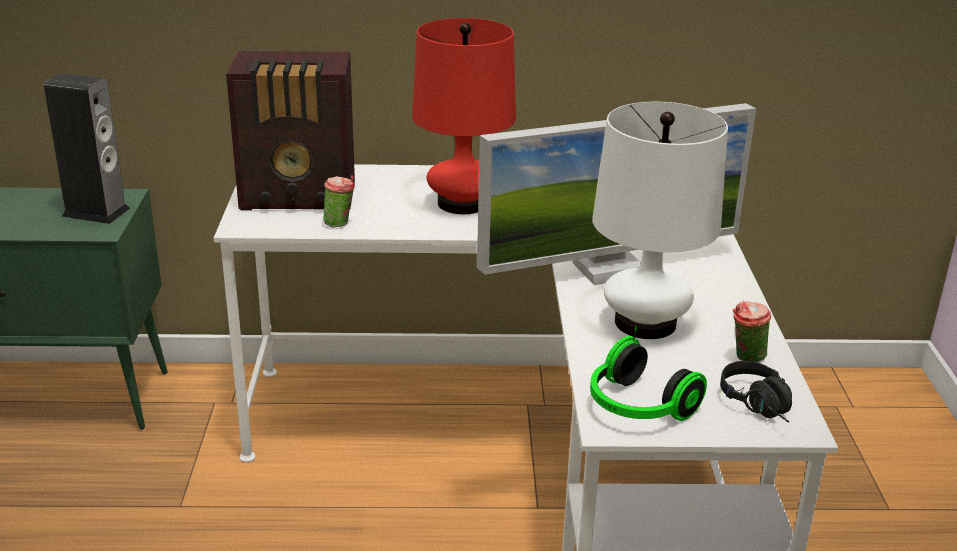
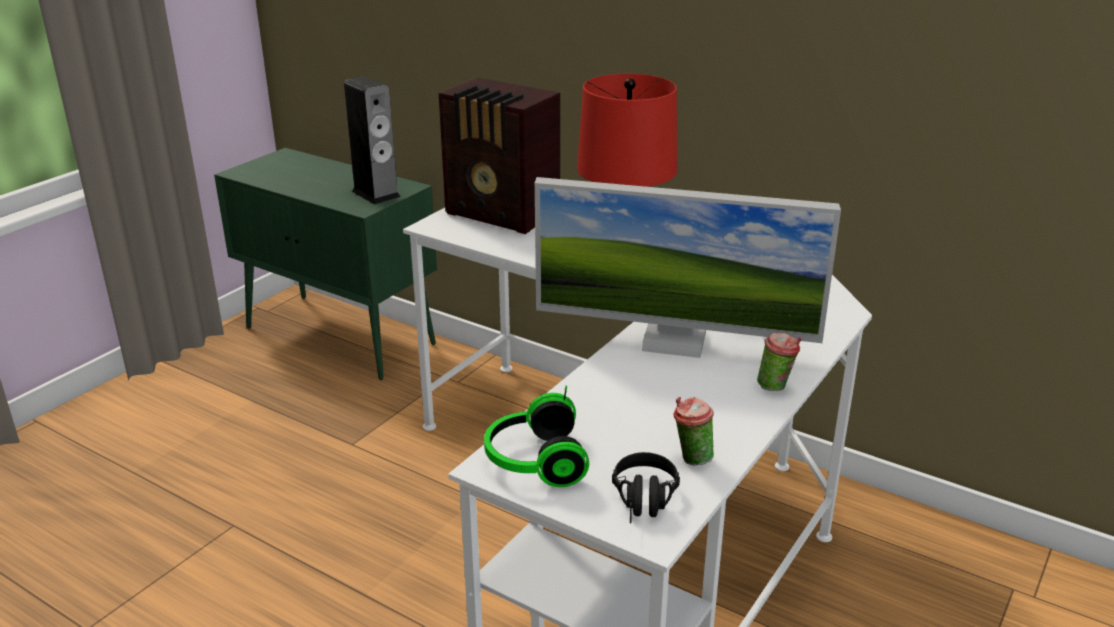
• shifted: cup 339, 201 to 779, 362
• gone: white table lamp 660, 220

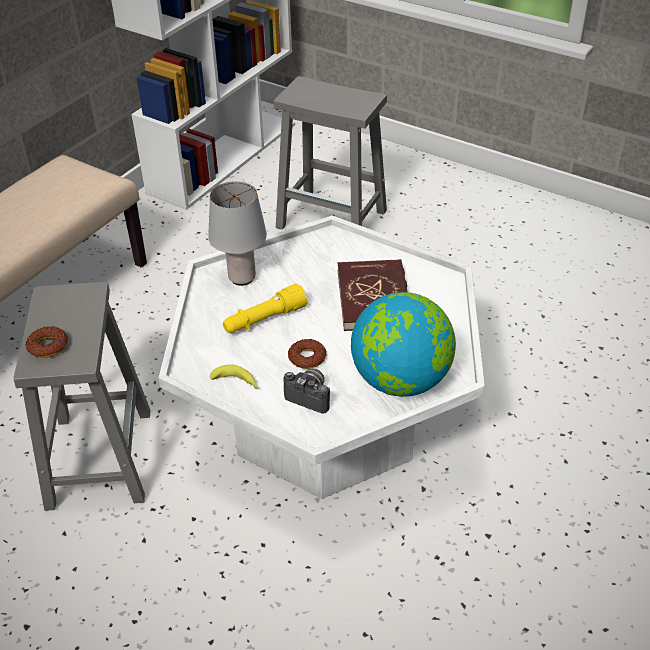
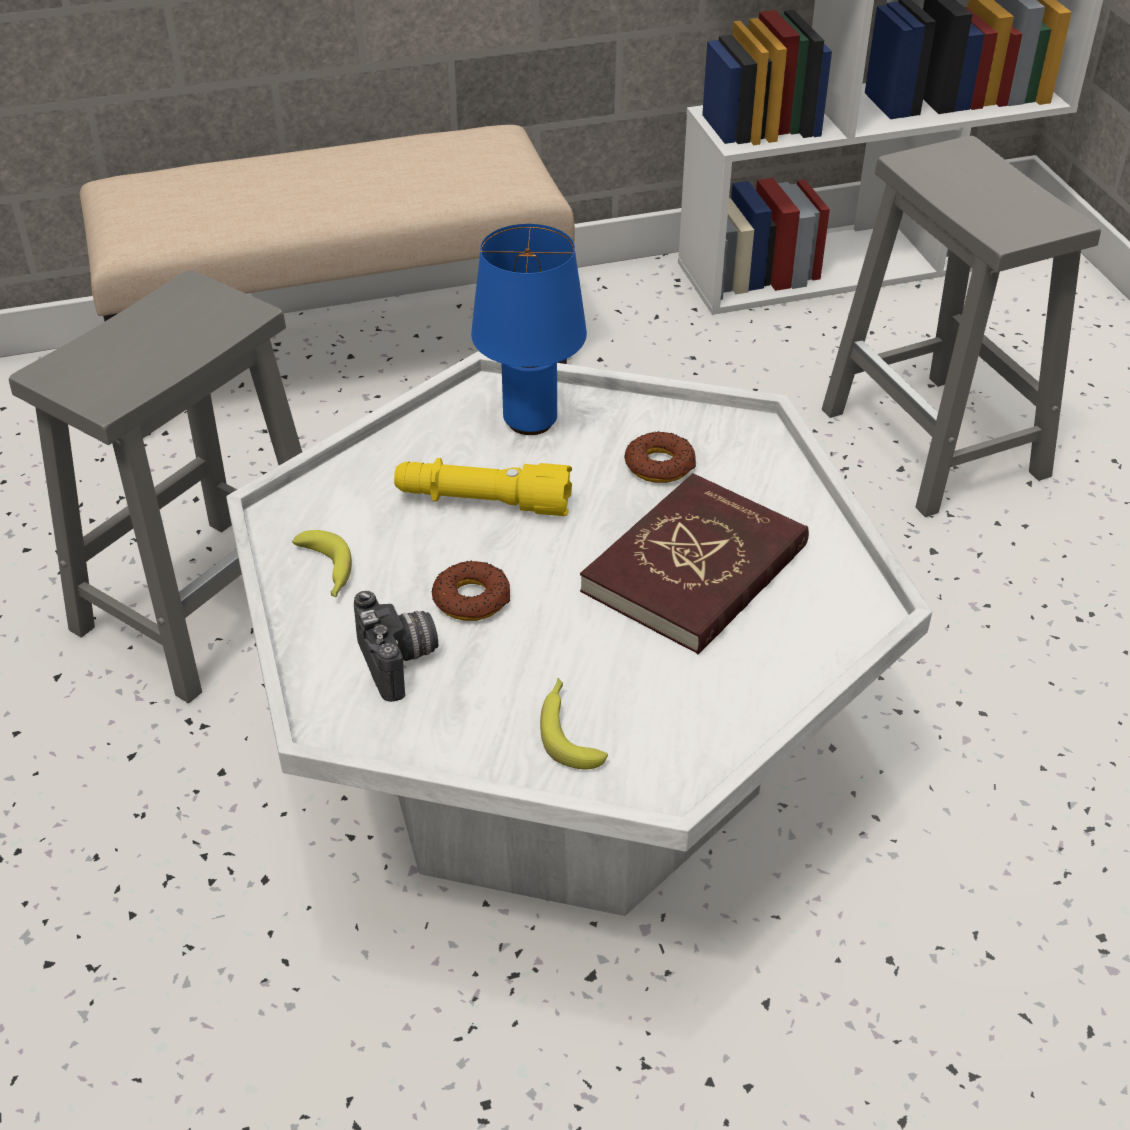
• shifted: donut 46, 342 to 660, 457
• repainted: grey table lamp 237, 233 to blue table lamp 529, 329
• swapped: globe 403, 344 to banana 574, 723

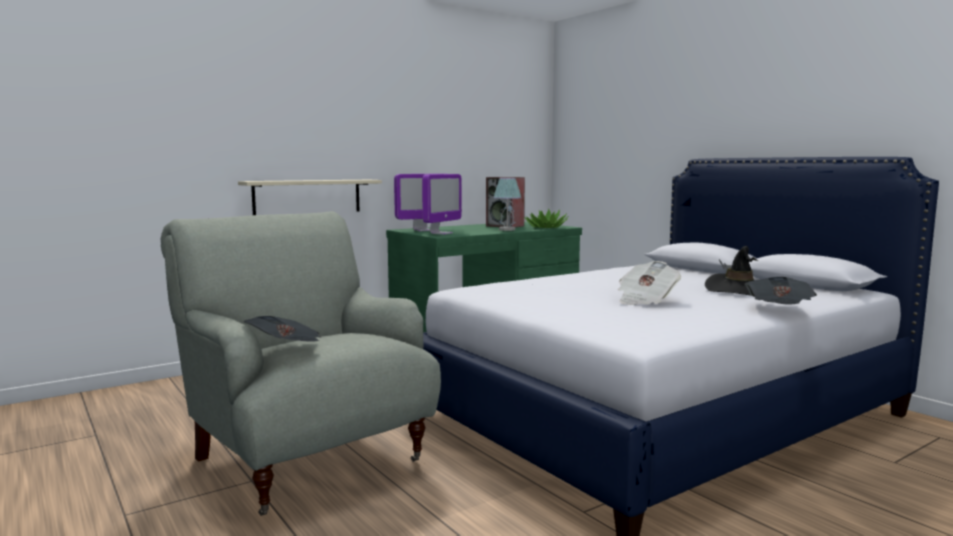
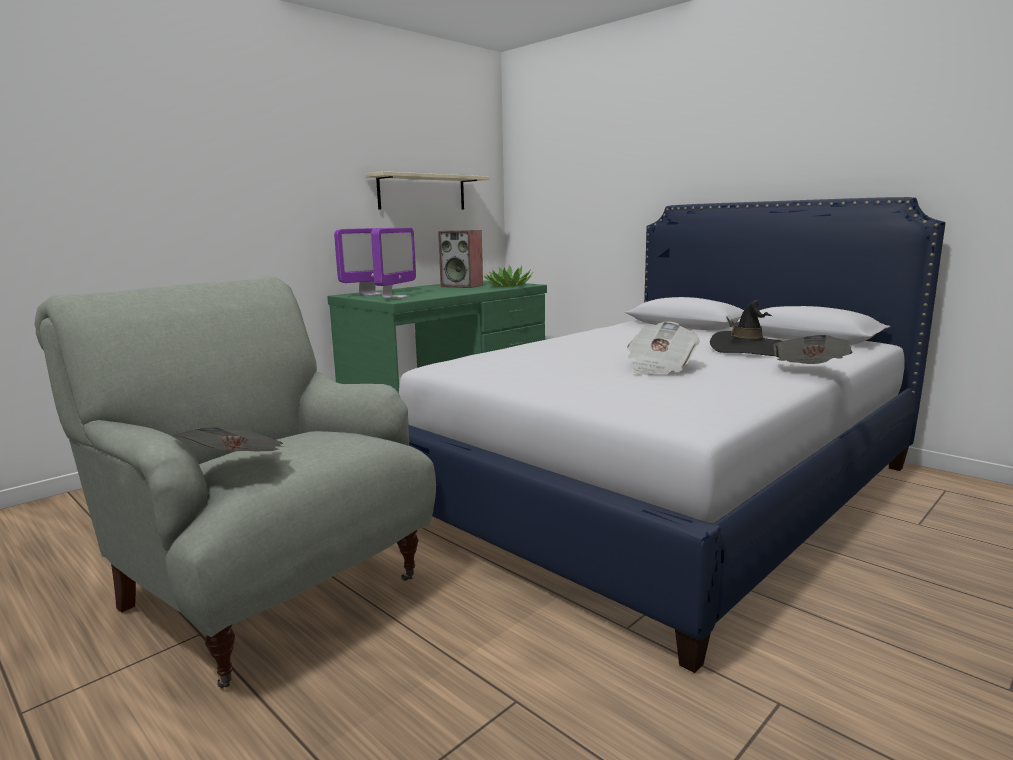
• shifted: beige shelf 310, 197 to 427, 190
• gone: table lamp 507, 204

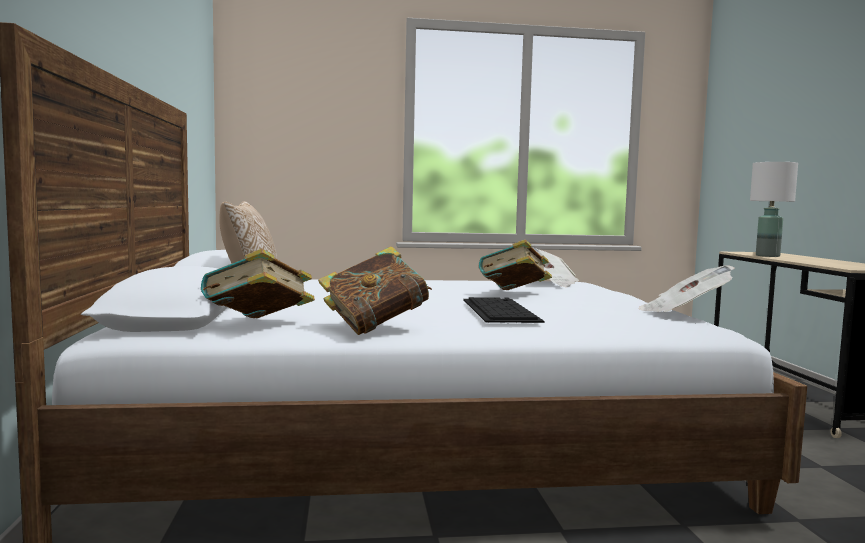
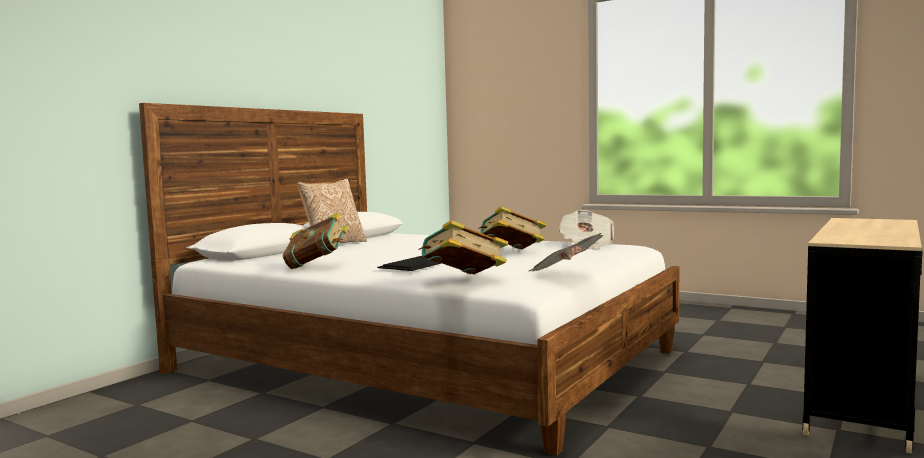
• shifted: book 258, 283 to 463, 247
• gone: white table lamp 774, 209

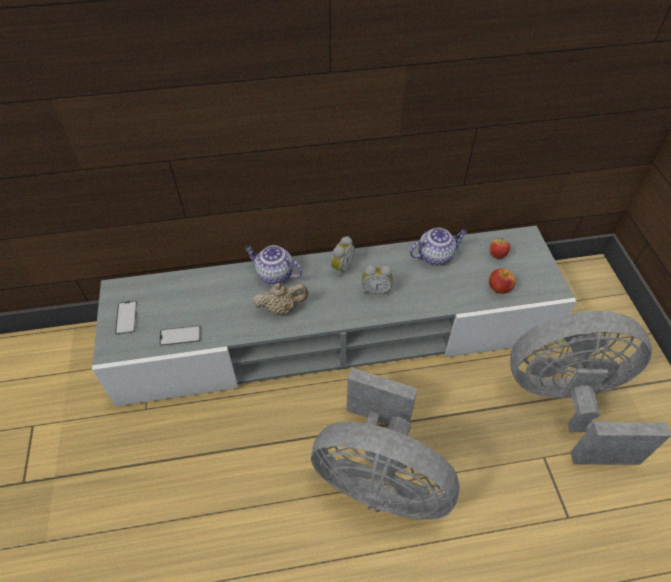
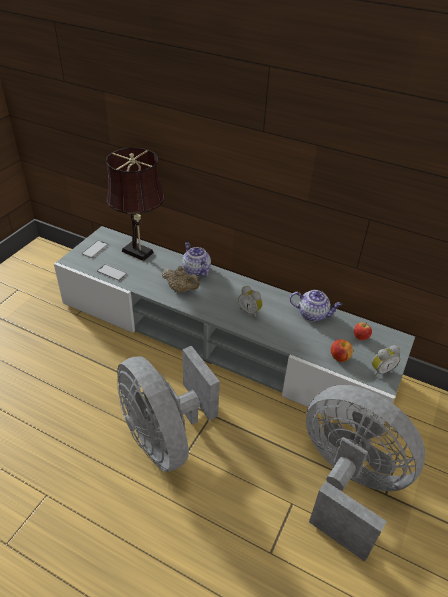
• shifted: alarm clock 342, 256 to 386, 361
• new: brown table lamp 135, 204

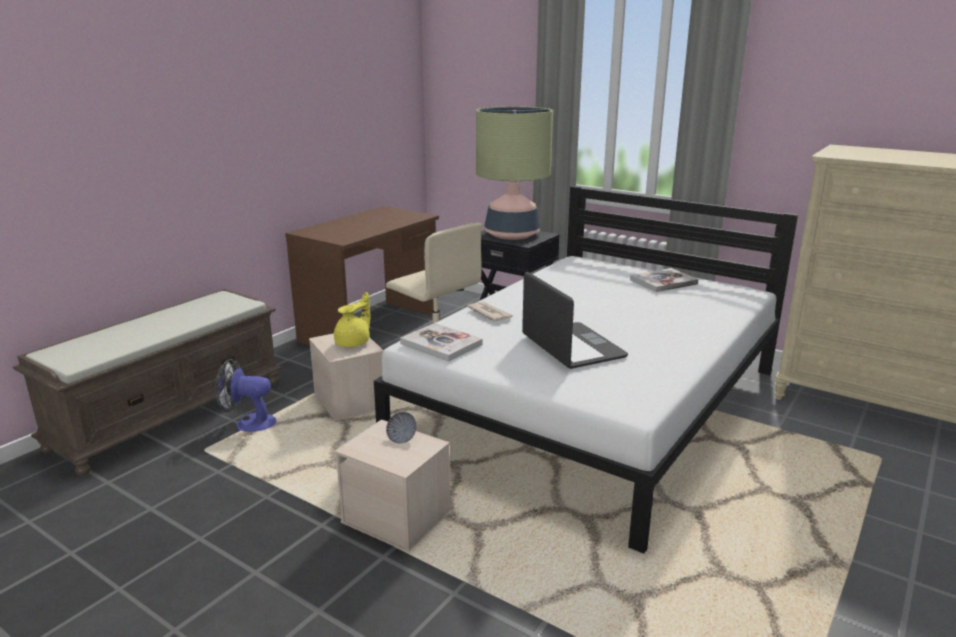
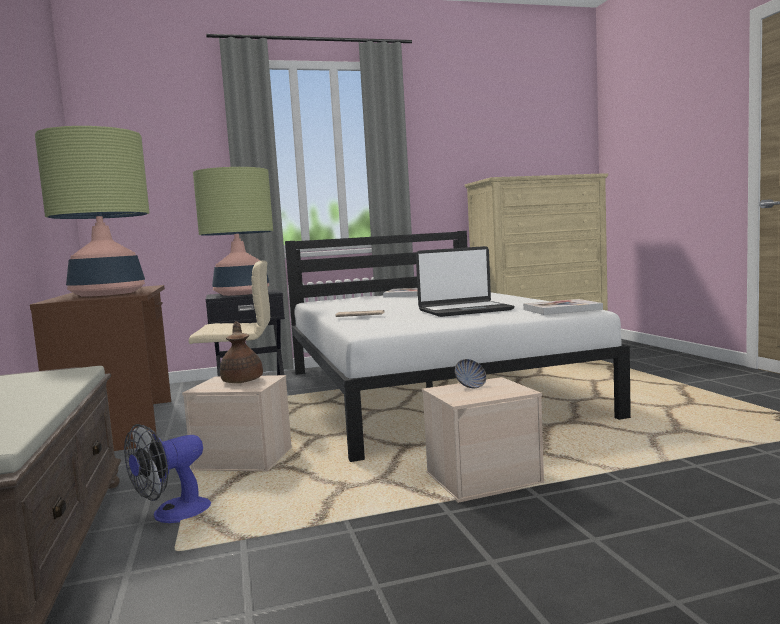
• repainted: yellow teapot 352, 319 to brown teapot 241, 352
• shifted: book 441, 342 to 563, 307
• rotated: laptop 575, 320 = 465, 281 150 degrees clockwise
• new: table lamp 92, 211

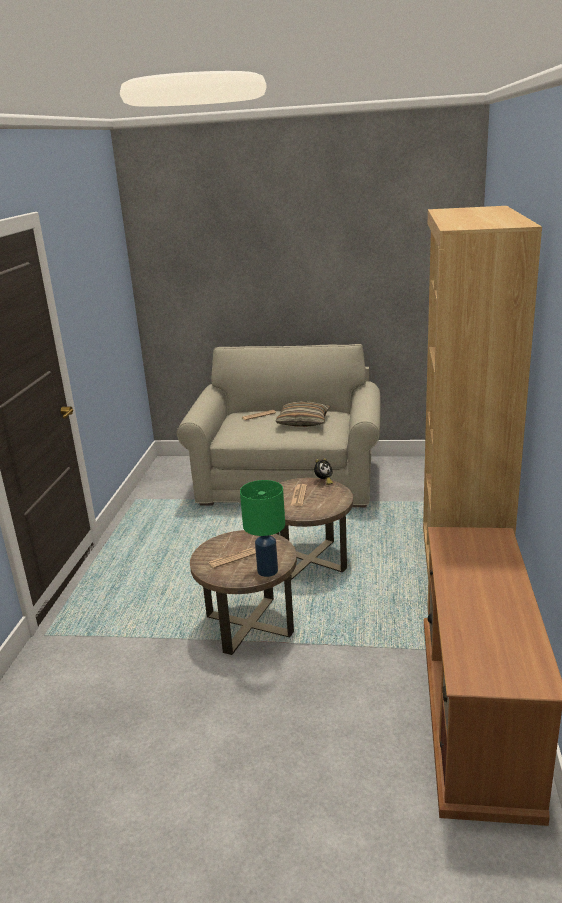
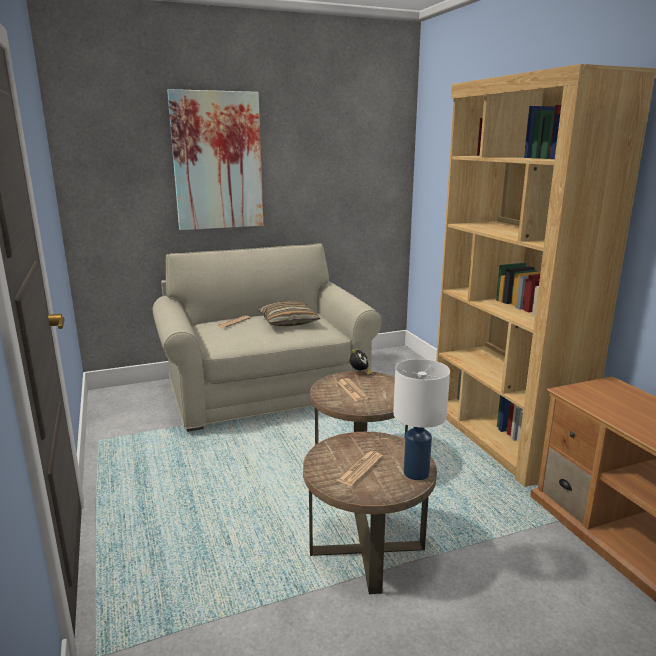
• repainted: green table lamp 262, 528 to white table lamp 421, 419
• new: picture 215, 159

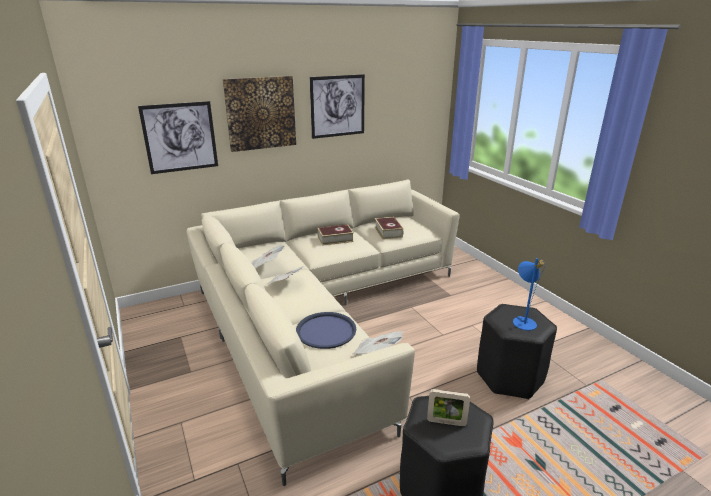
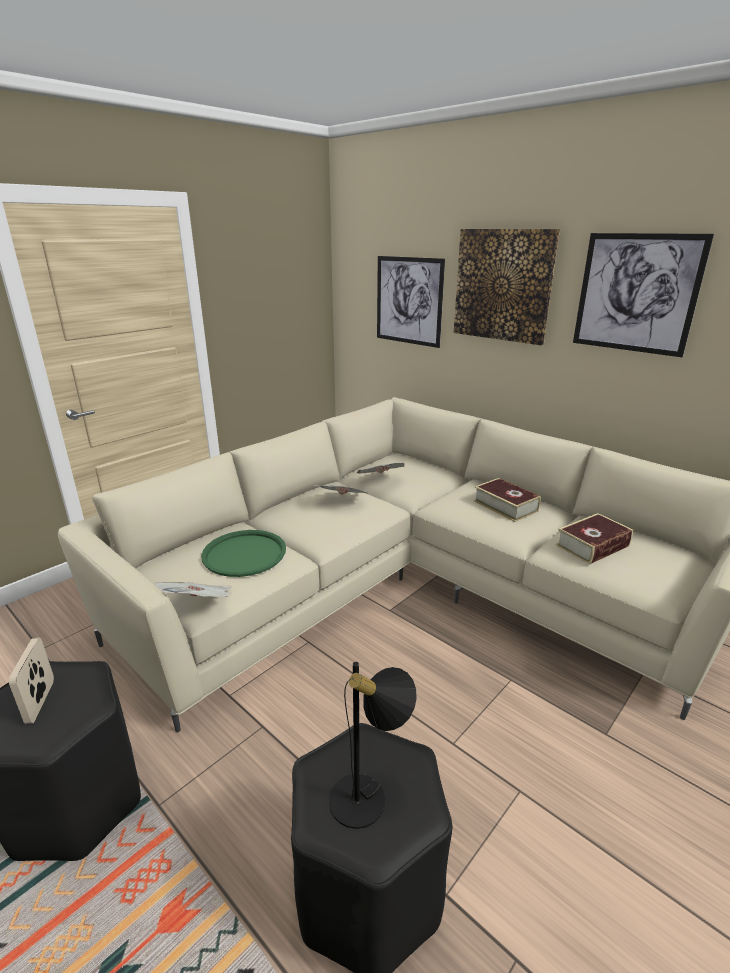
• repainted: blue tray 326, 330 to green tray 243, 553
• repainted: blue table lamp 529, 294 to black table lamp 373, 745

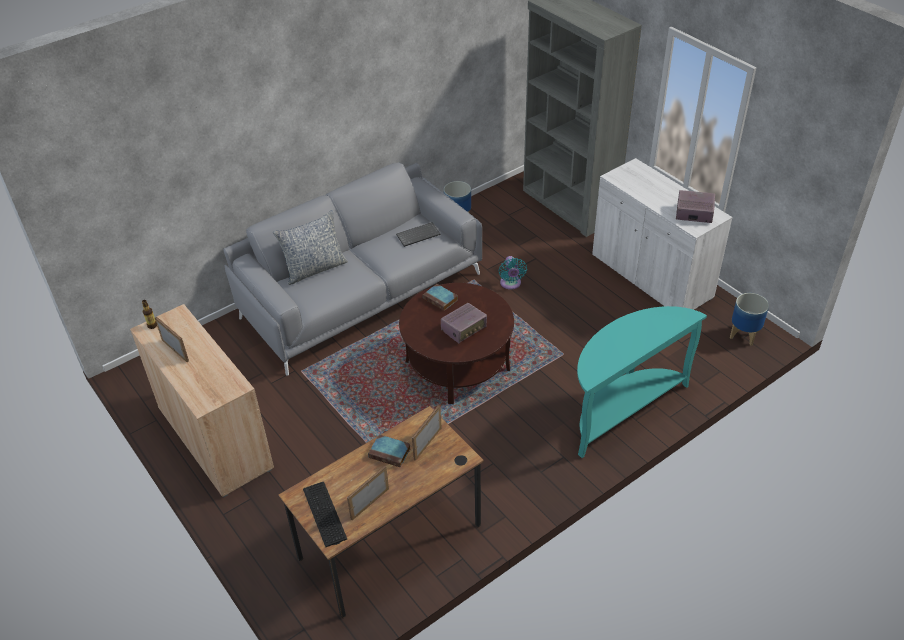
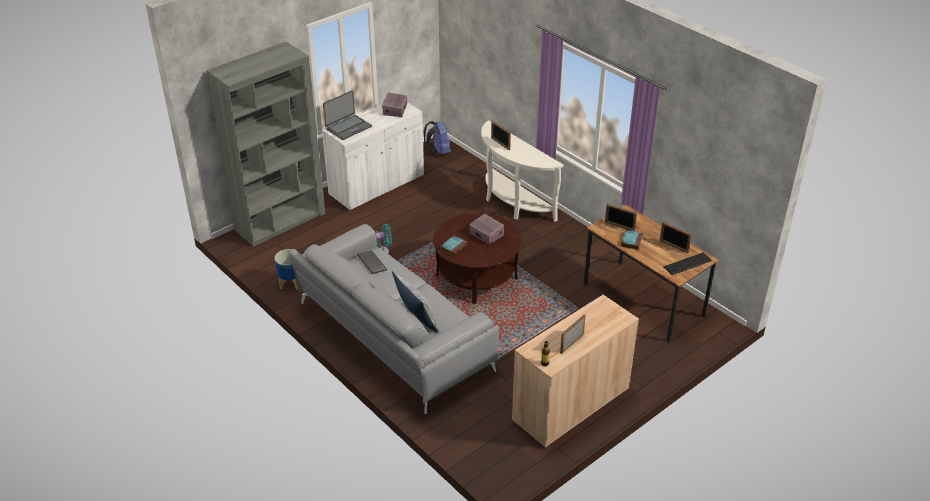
• repainted: turquoise console table 642, 382 to white console table 522, 171
• swapped: planter 749, 319 to blue backpack 437, 138
• new: laptop 347, 115
• new: picture frame 501, 135

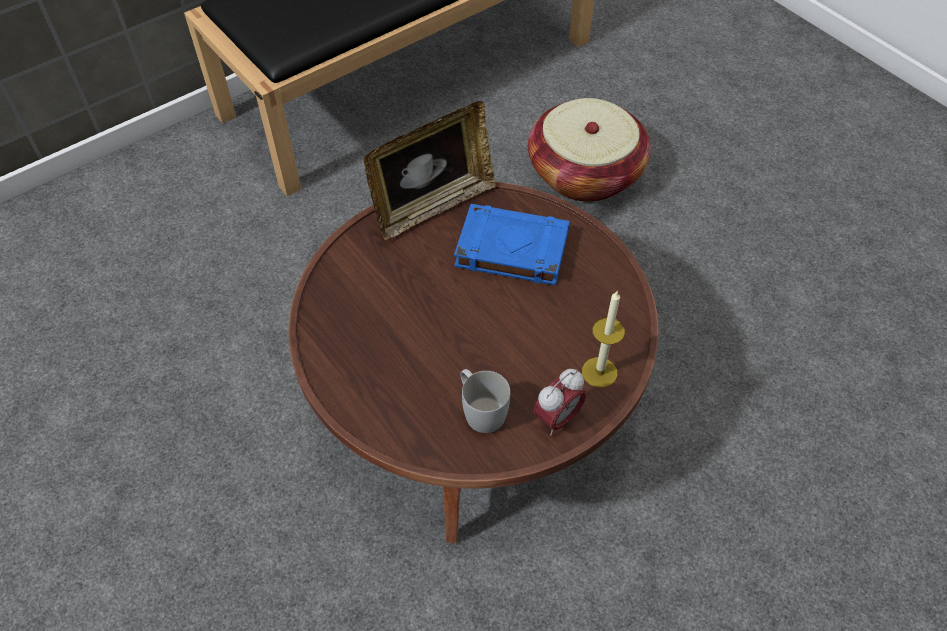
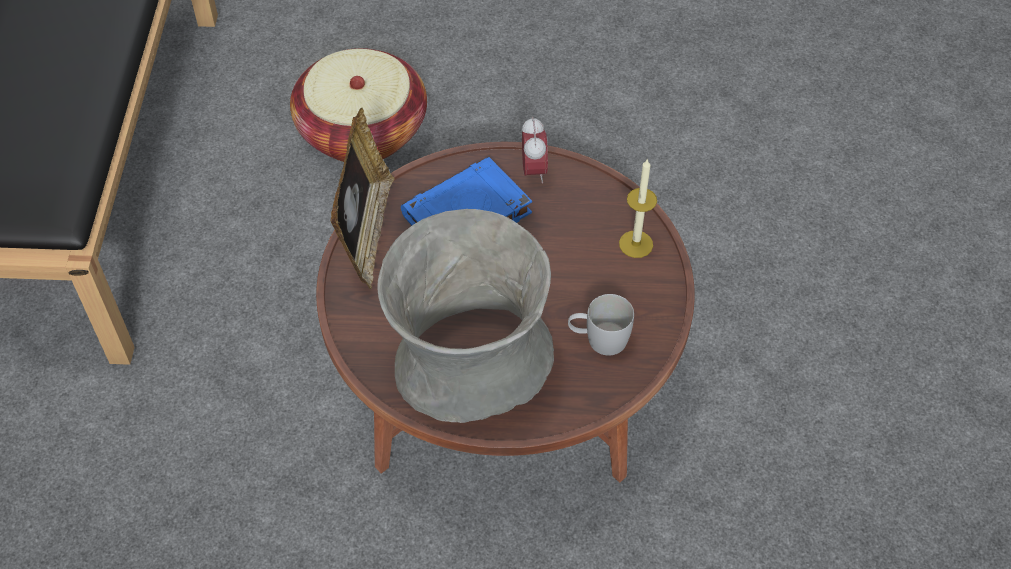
• shifted: alarm clock 559, 402 to 535, 150
• new: grey vase 465, 316

